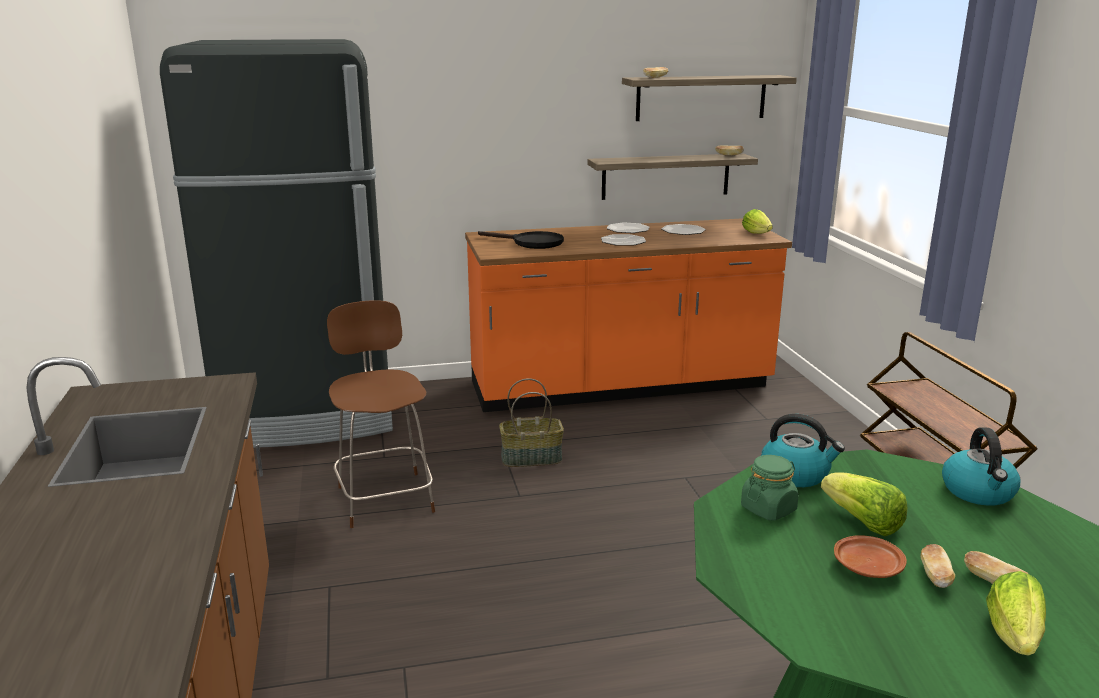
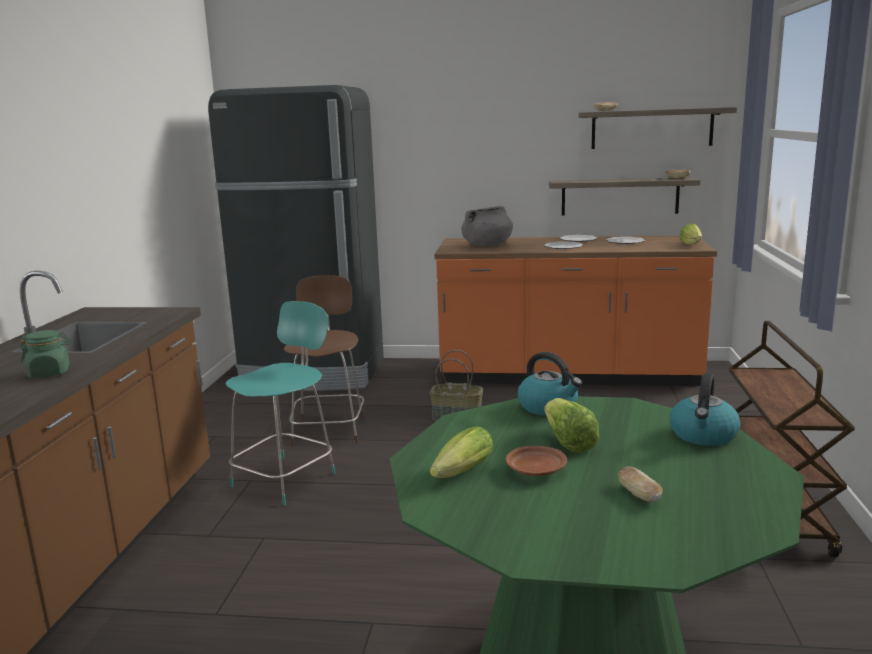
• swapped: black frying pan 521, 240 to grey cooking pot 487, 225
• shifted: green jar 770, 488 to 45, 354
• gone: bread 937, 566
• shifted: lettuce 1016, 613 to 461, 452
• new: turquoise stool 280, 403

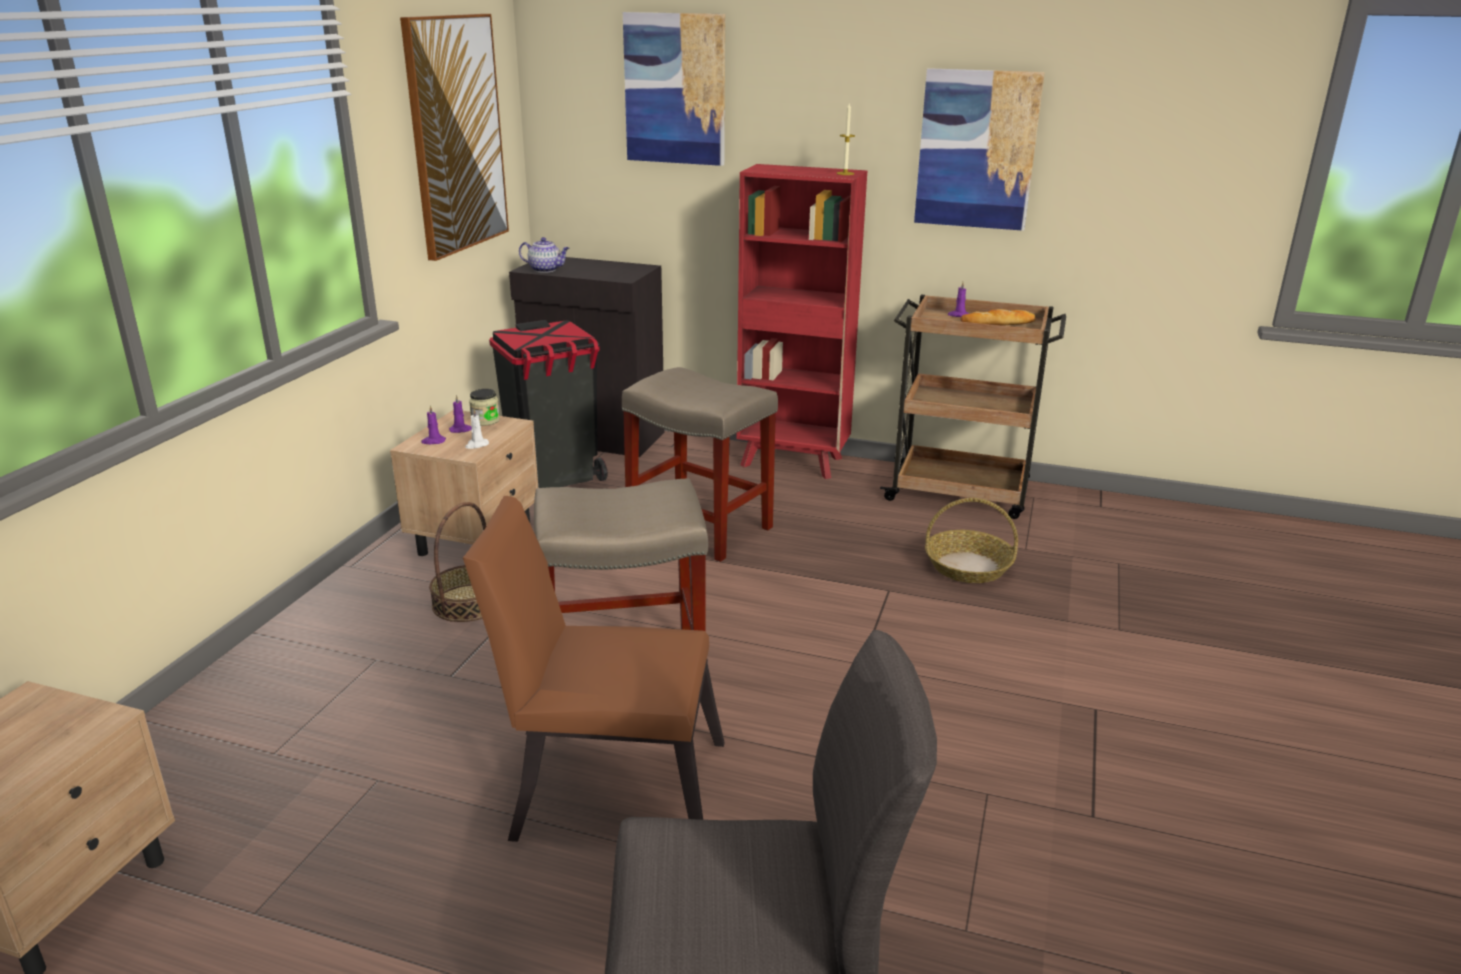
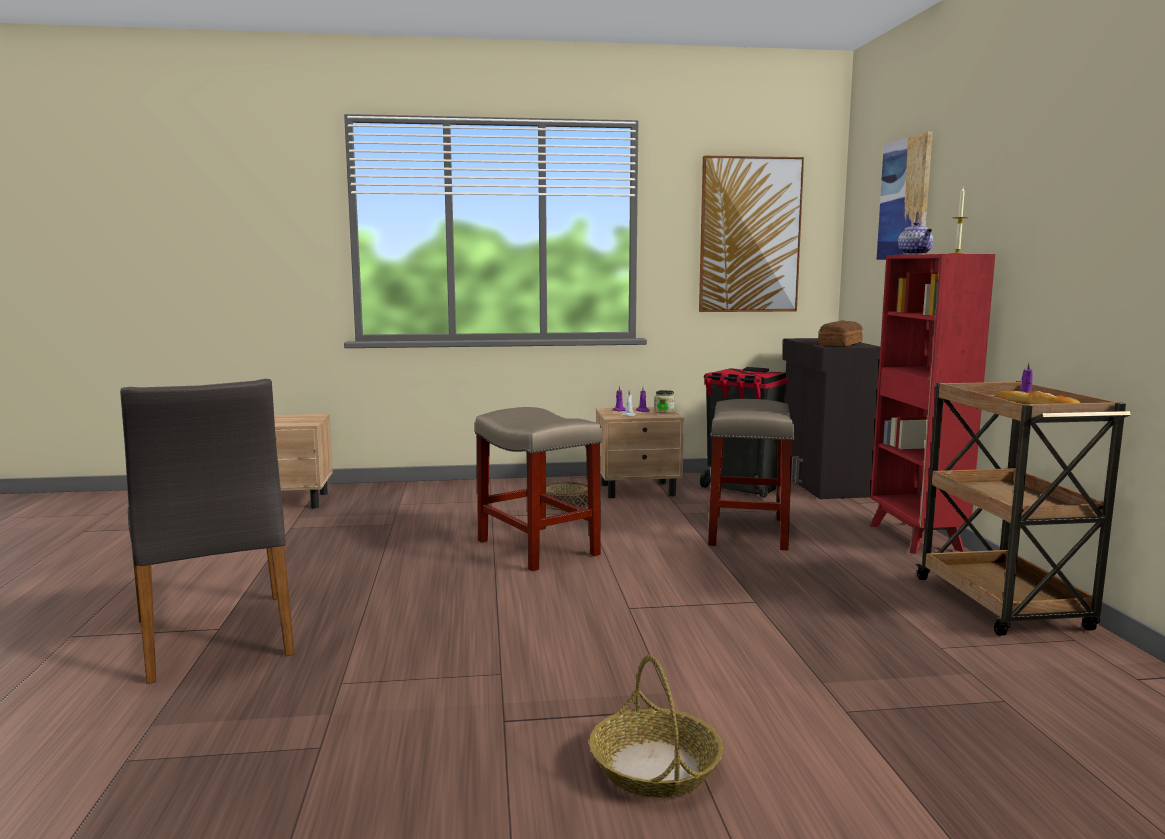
• gone: brown chair 594, 669
• shifted: teapot 544, 255 to 915, 238
• gone: picture 979, 149
• shifted: basket 971, 540 to 656, 726
• new: bread 840, 333

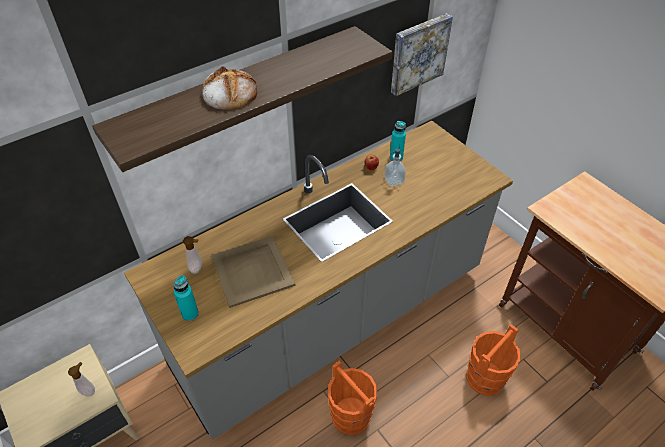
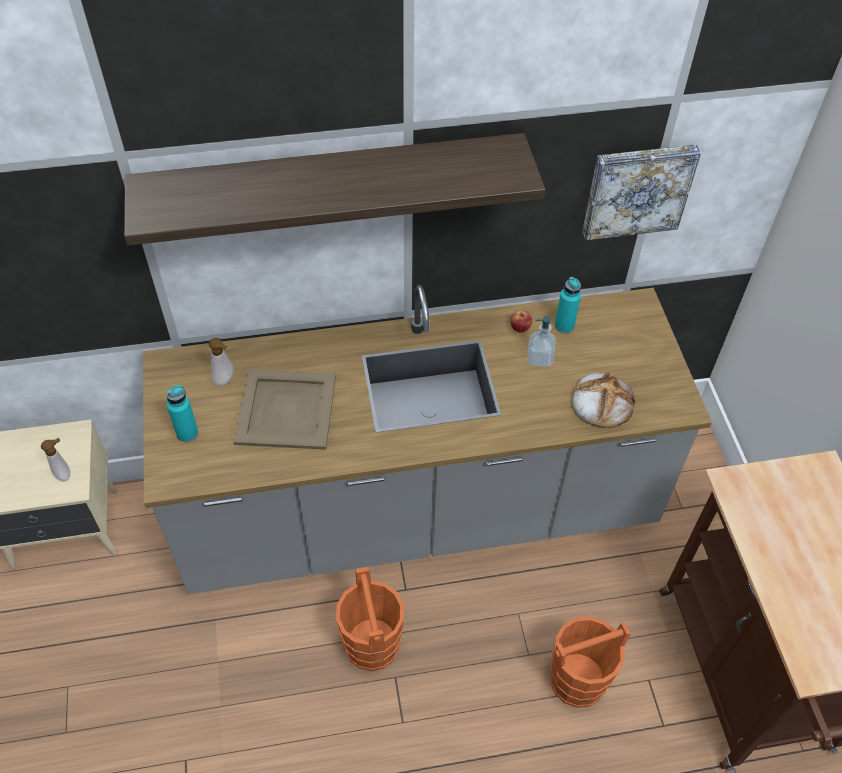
• shifted: bread 229, 88 to 603, 400

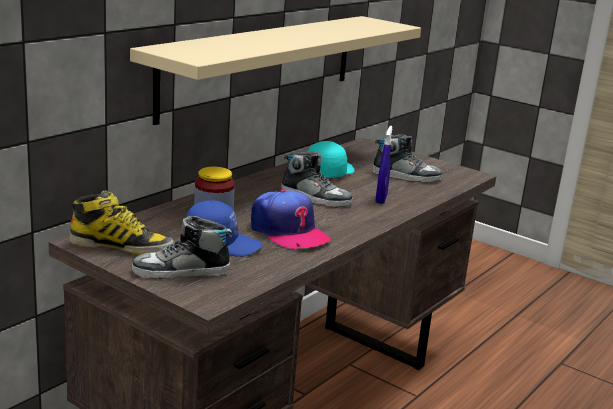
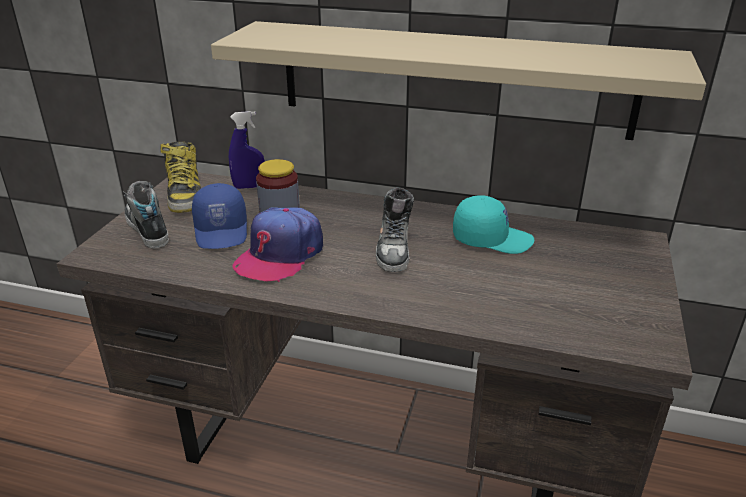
• gone: shoe 408, 158
• shifted: blue spray bottle 383, 165 to 247, 150

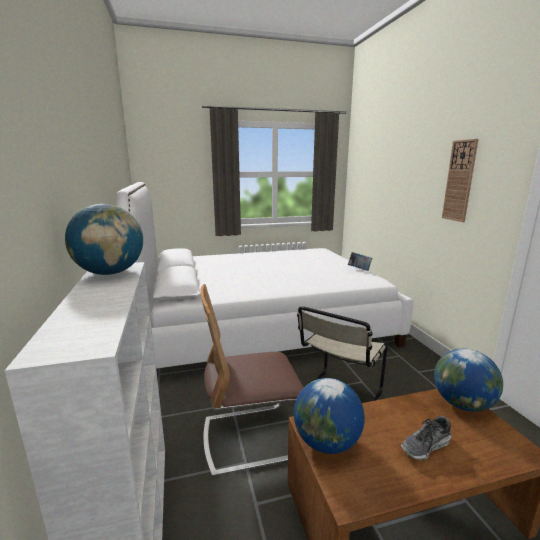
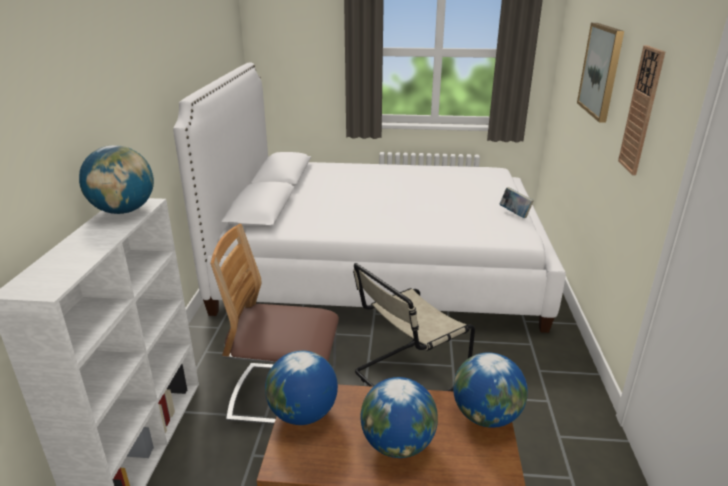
• swapped: shoe 426, 438 to globe 399, 417
• new: picture 600, 72

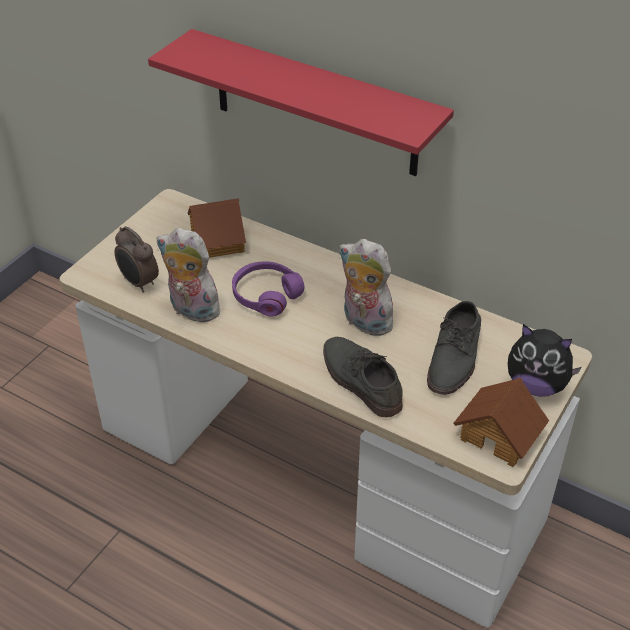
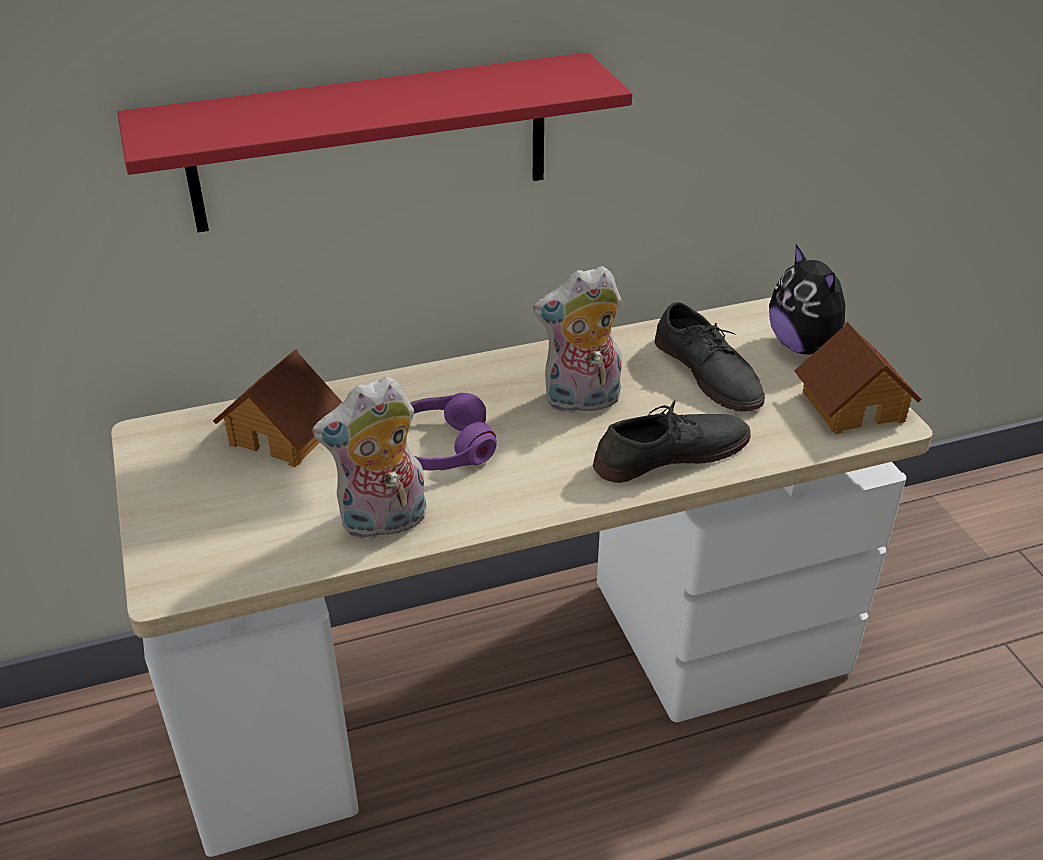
• gone: alarm clock 137, 259
• rotated: grey shoe 363, 377 = 672, 441 150 degrees clockwise
• rotated: plush toy 545, 360 = 807, 299 90 degrees clockwise

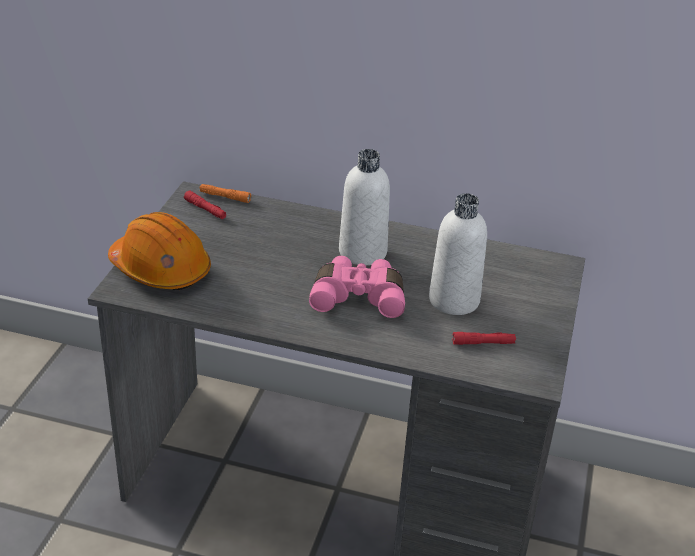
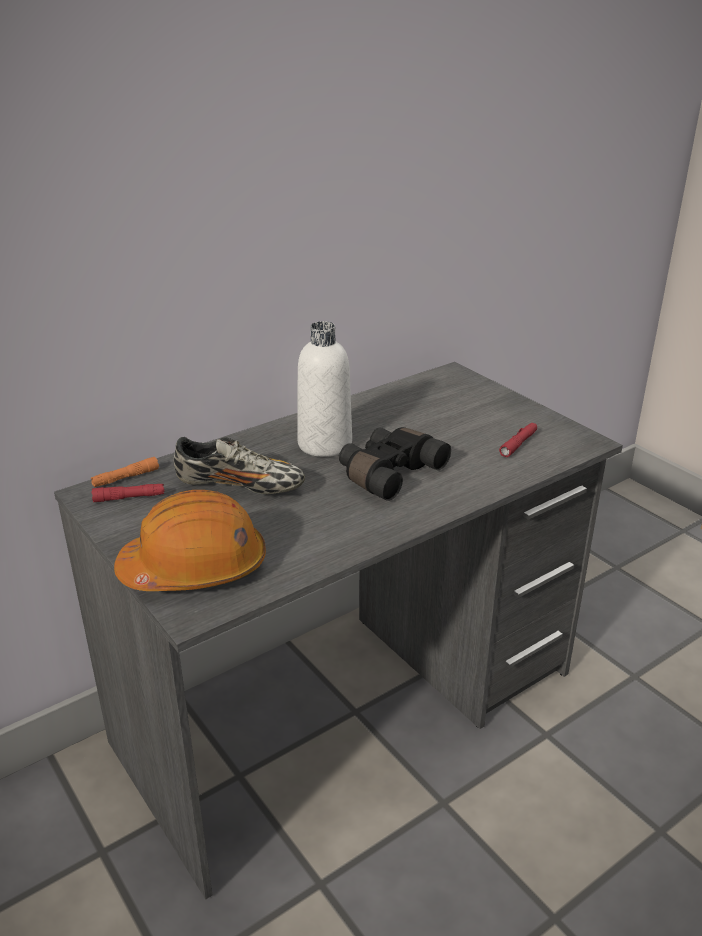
• repainted: pink binoculars 357, 287 to black binoculars 395, 464
• gone: white bottle 458, 254
• new: shoe 239, 466

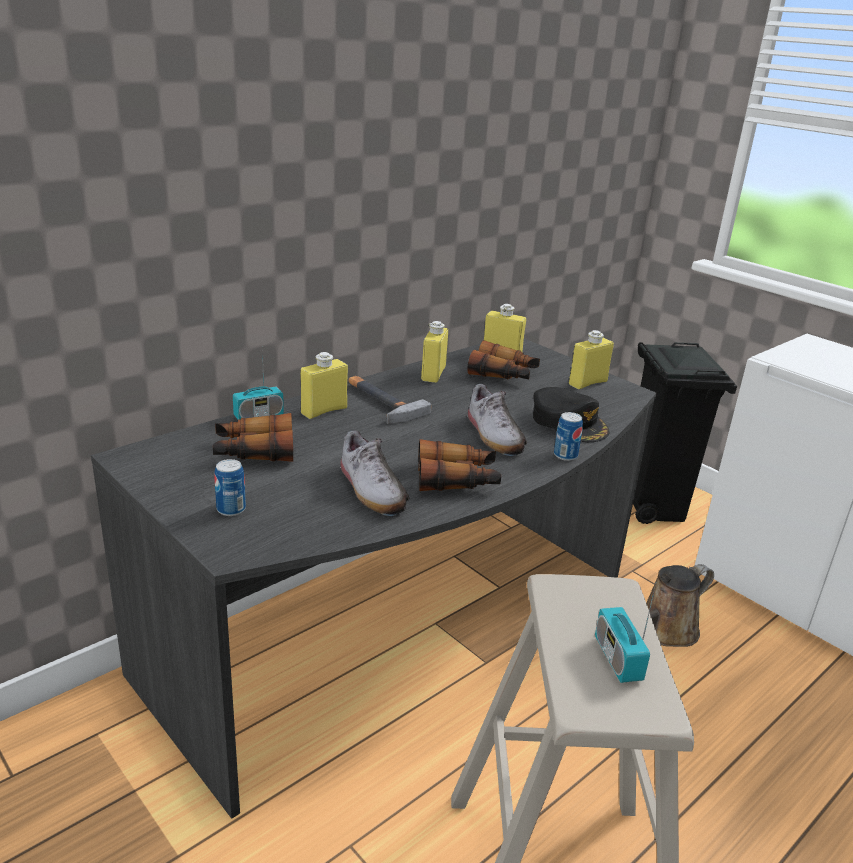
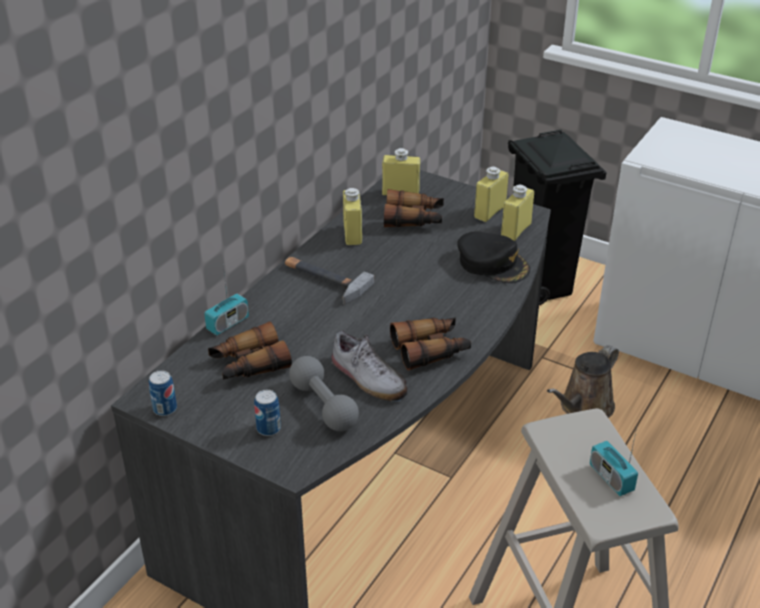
• shifted: yellow bottle 324, 385 to 517, 213
• gone: shoe 497, 420
• shifted: can 568, 436 to 163, 393
• new: grey dumbbell 324, 393

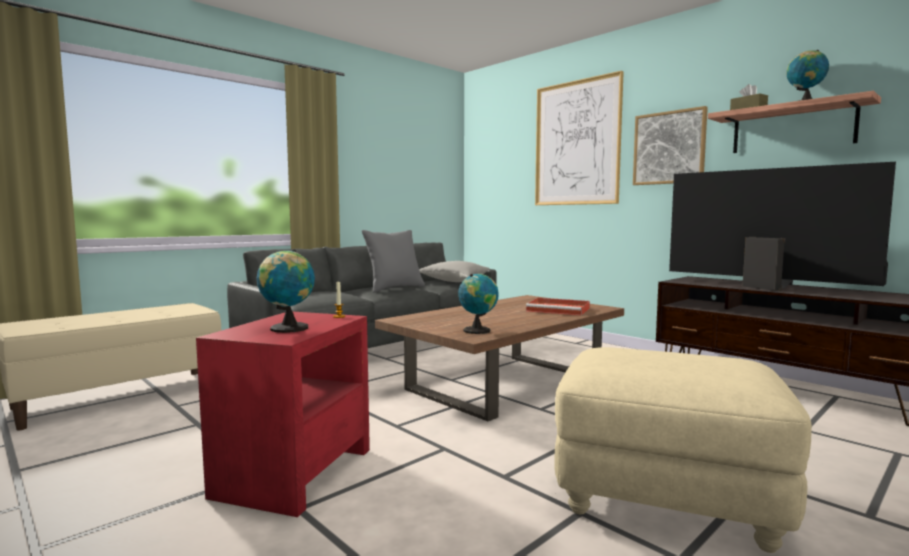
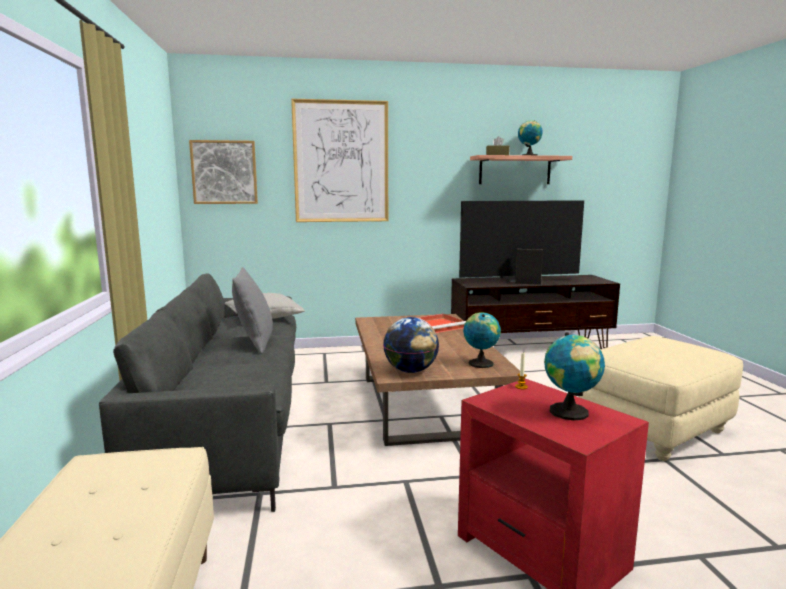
• shifted: picture 670, 145 to 223, 172
• new: globe 411, 345

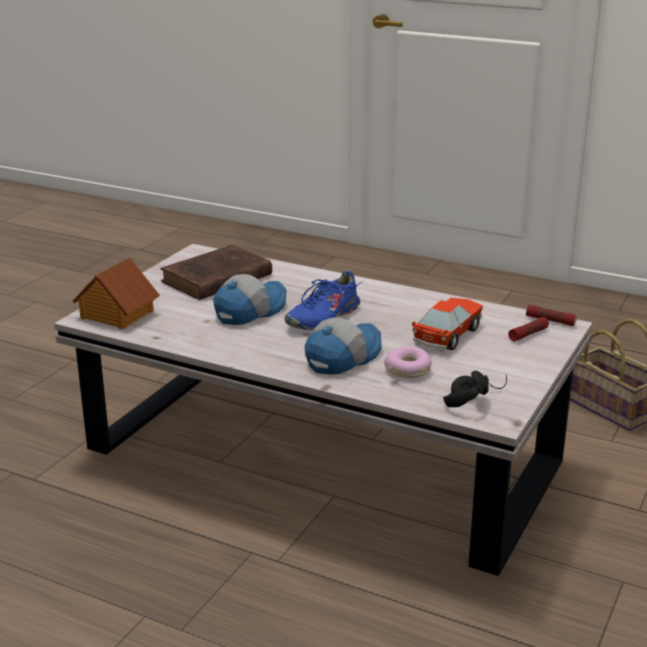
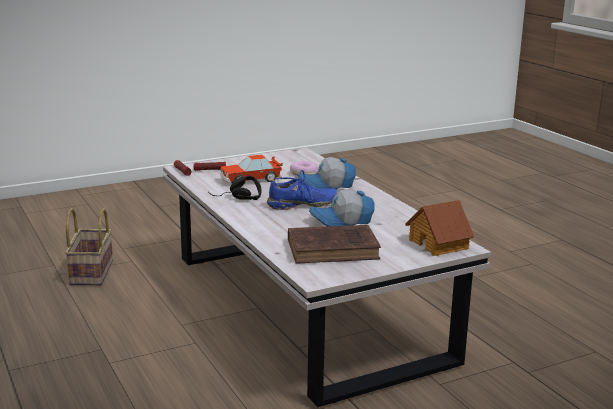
• shifted: black headphones 475, 389 to 234, 187

